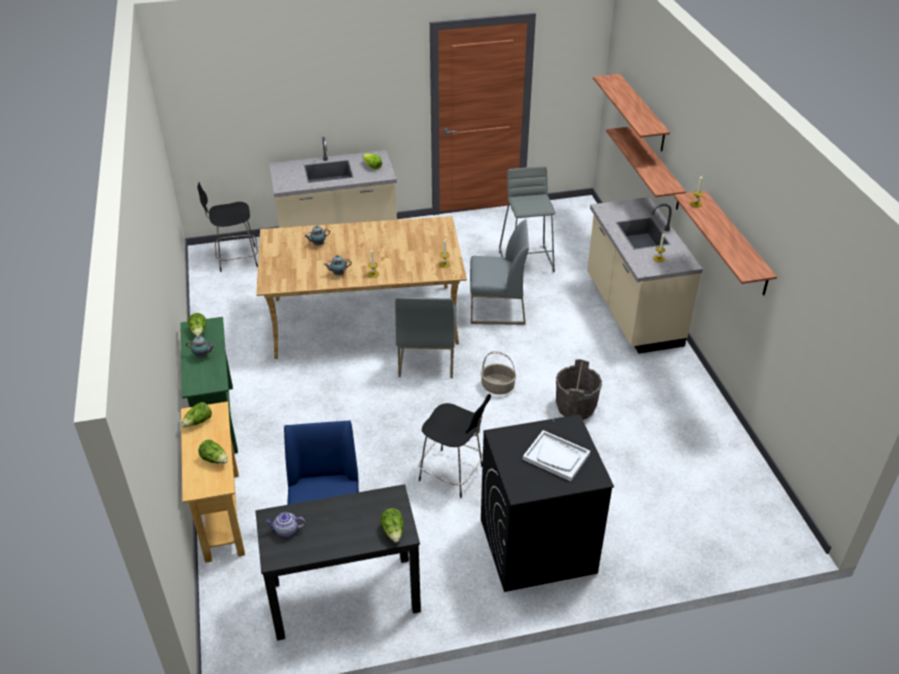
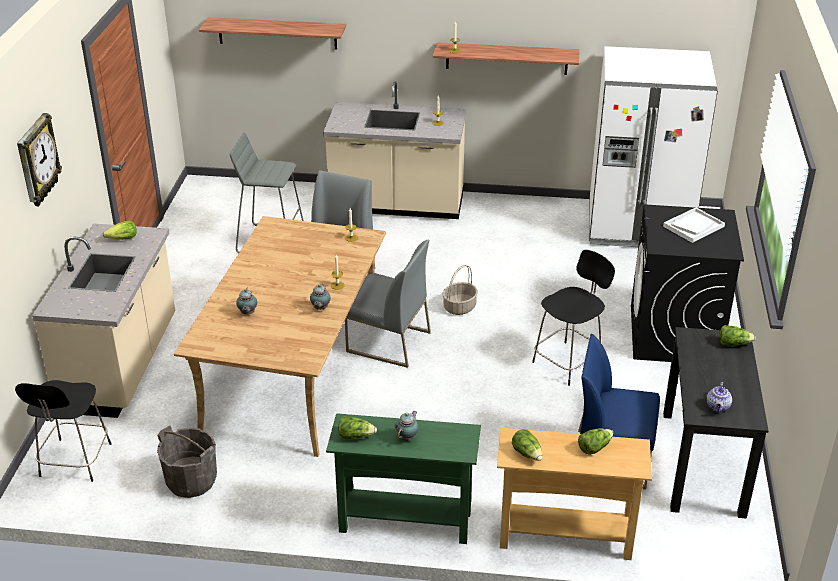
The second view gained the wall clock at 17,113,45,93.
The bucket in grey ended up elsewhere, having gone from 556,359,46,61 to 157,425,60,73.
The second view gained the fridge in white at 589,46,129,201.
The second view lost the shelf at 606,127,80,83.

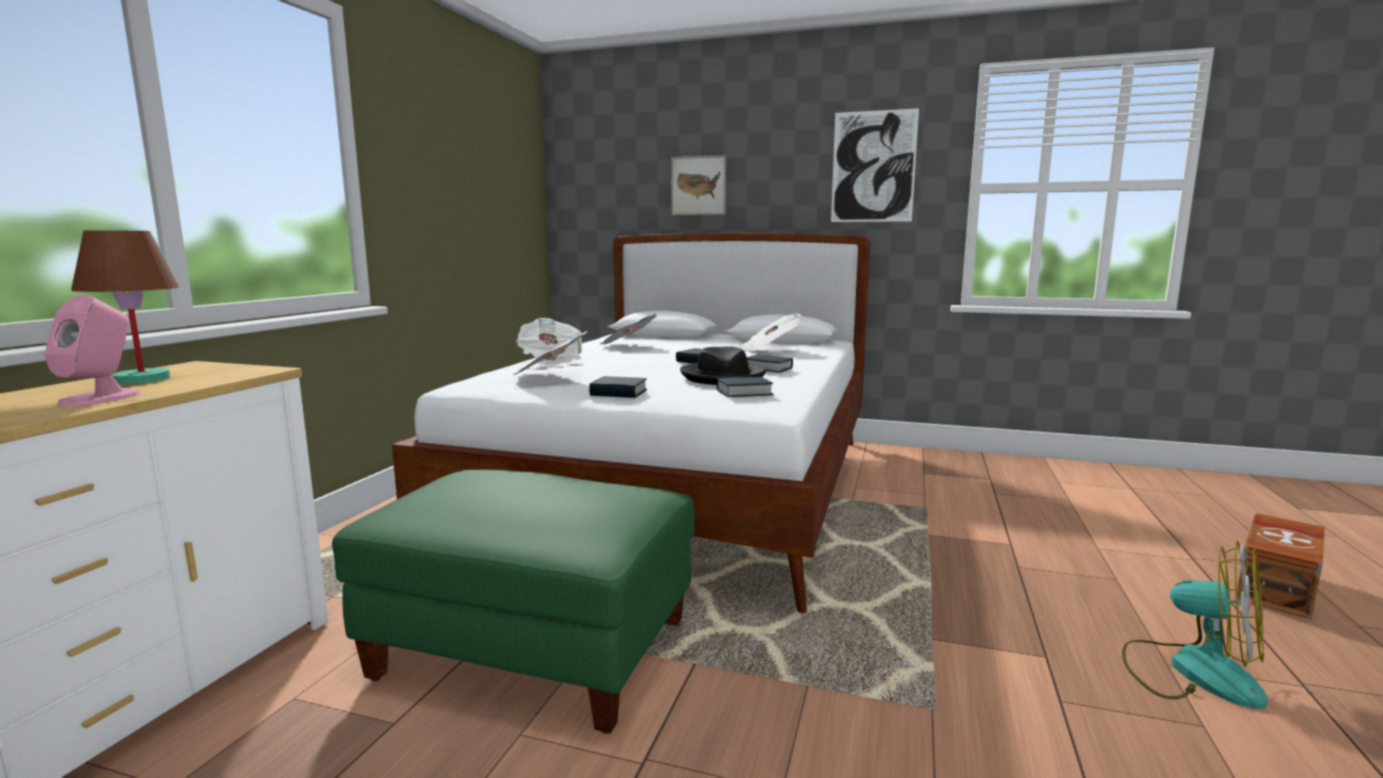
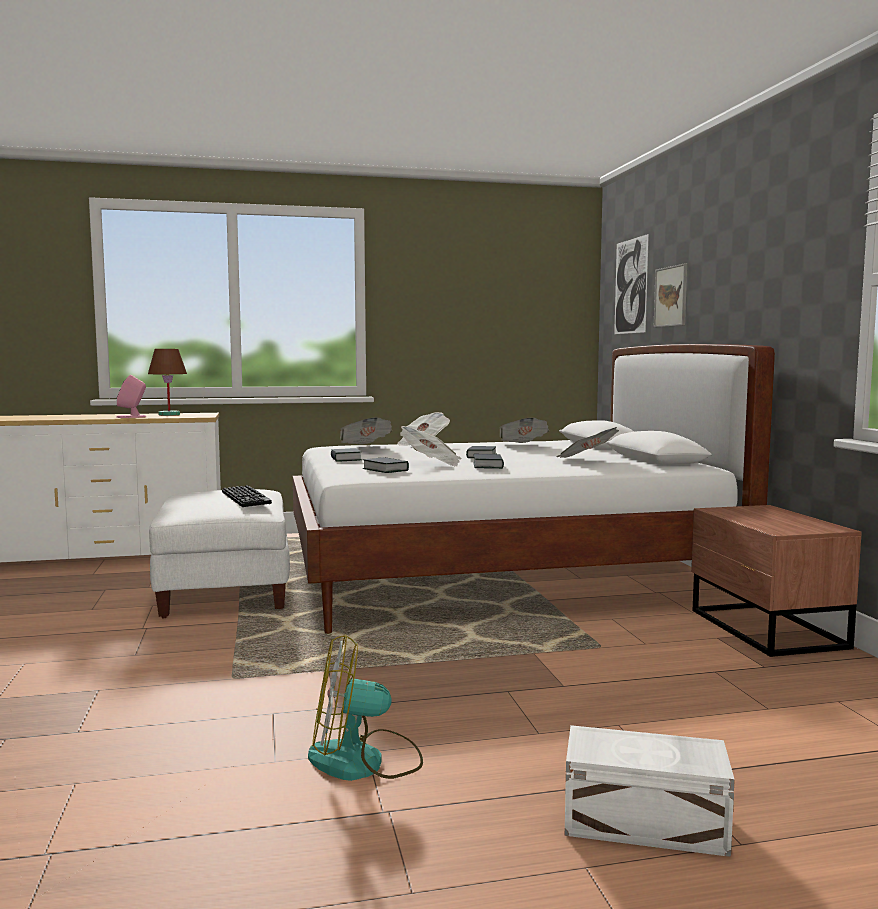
What was the ottoman in green at 332,469,363,265 turned into the ottoman in white at 149,489,141,129.
The second view gained the keyboard at 222,485,50,22.
The fan at 1122,541,146,168 ended up facing another way, 75 degrees clockwise from before.
Where the hat in black stood at 680,346,86,39, the newspaper came to stand at 400,426,61,41.
What was the storage box in brown at 1237,513,88,106 turned into the storage box in white at 565,725,170,132.
The picture ended up elsewhere, having gone from 831,108,88,114 to 614,234,35,100.
The second view gained the nightstand in brown at 691,505,171,152.

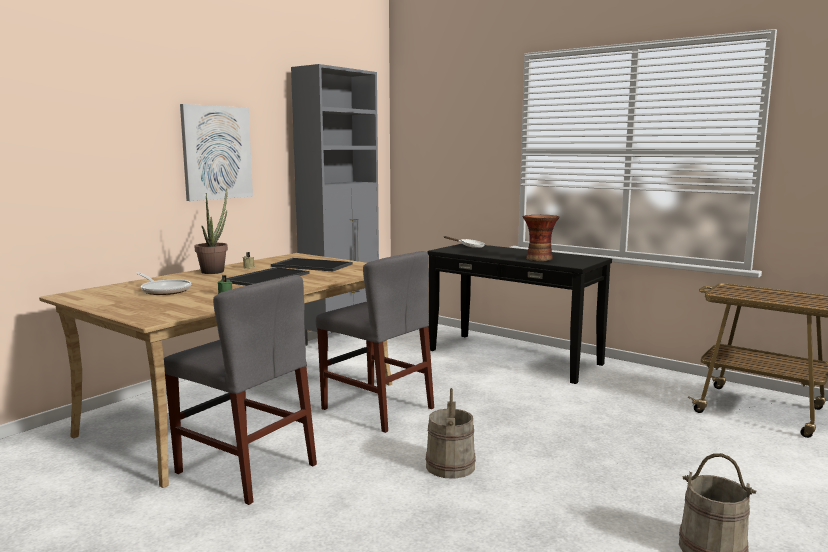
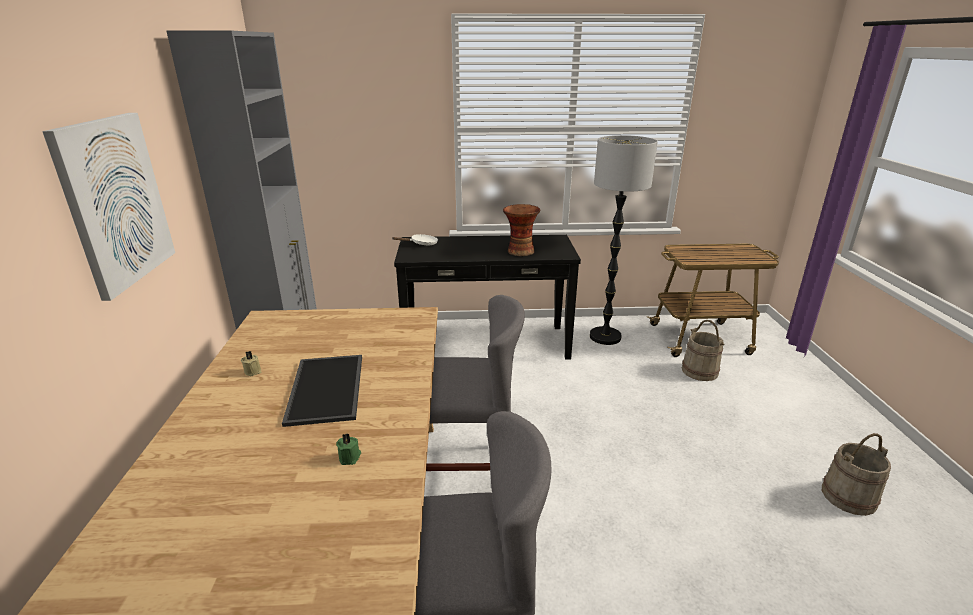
The second view gained the floor lamp at 590,135,68,210.
The bucket in beige ended up elsewhere, having gone from 426,388,50,91 to 682,320,42,61.
The second view lost the frying pan at 136,272,55,23.
The second view lost the potted plant at 195,188,33,86.
The second view lost the tray at 271,258,81,13.

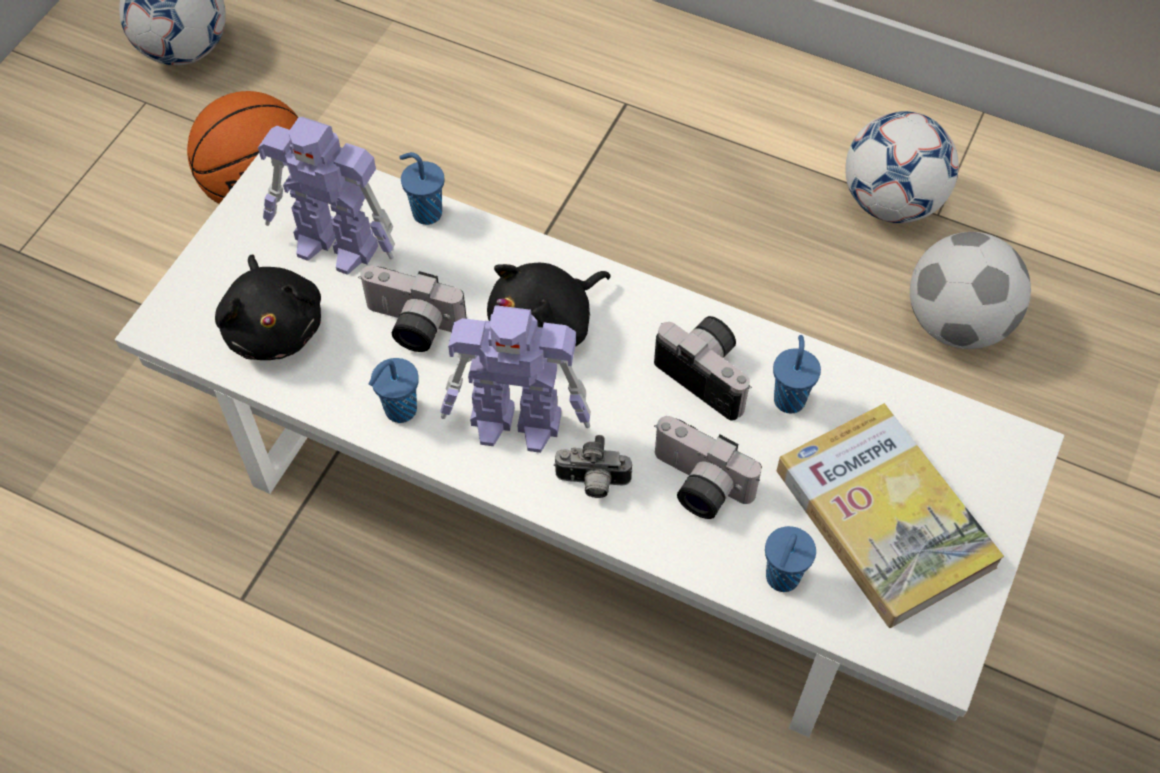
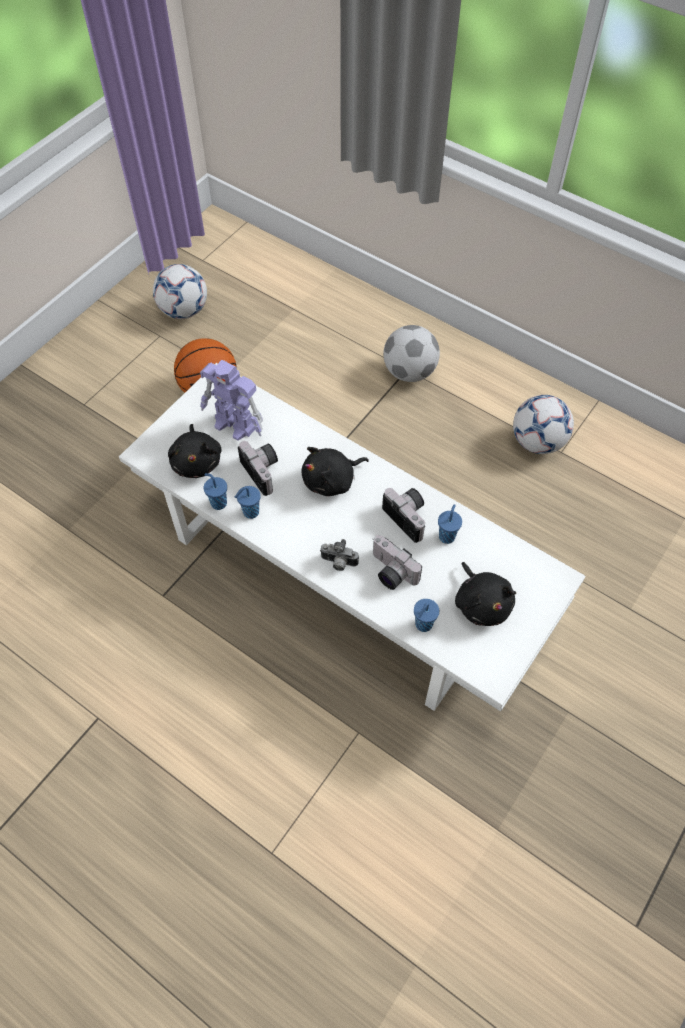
The cup in blue ended up elsewhere, having gone from 400,152,44,73 to 204,473,23,37.
The photo camera at 358,265,109,87 ended up facing another way, 150 degrees counterclockwise from before.
The football ended up elsewhere, having gone from 910,232,121,117 to 383,325,57,57.
Where the book stood at 776,403,228,225, the plush toy in black came to stand at 455,562,61,64.
The second view lost the toy robot at 440,305,151,148.

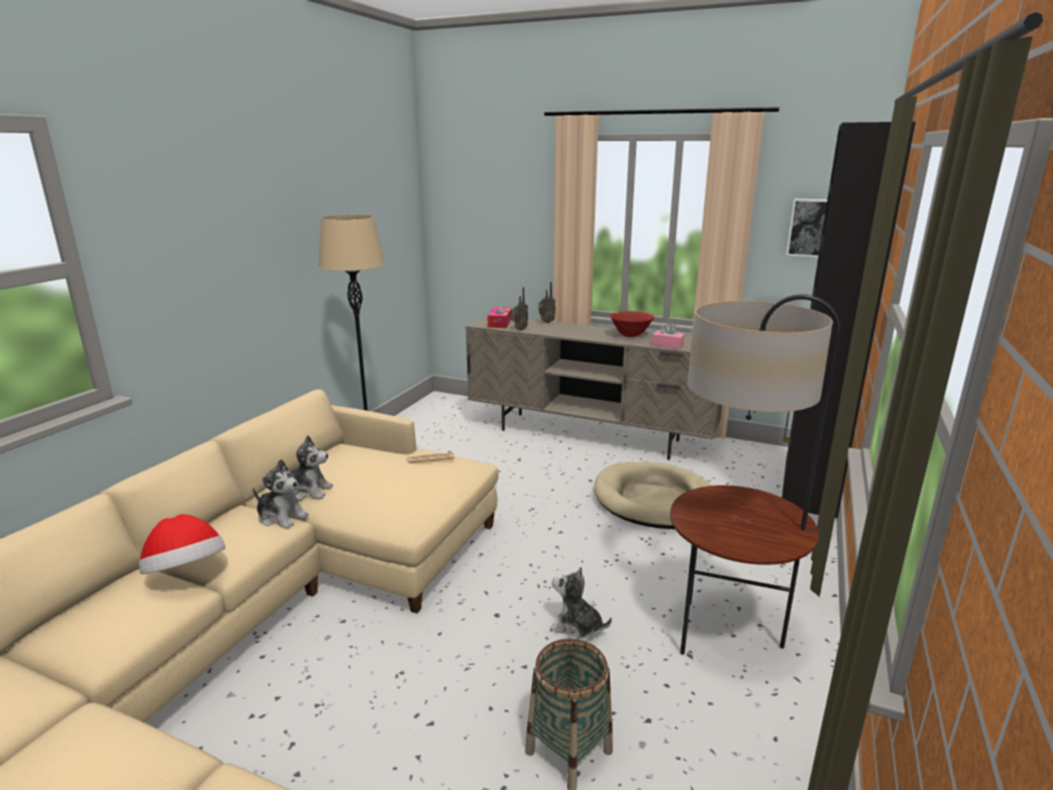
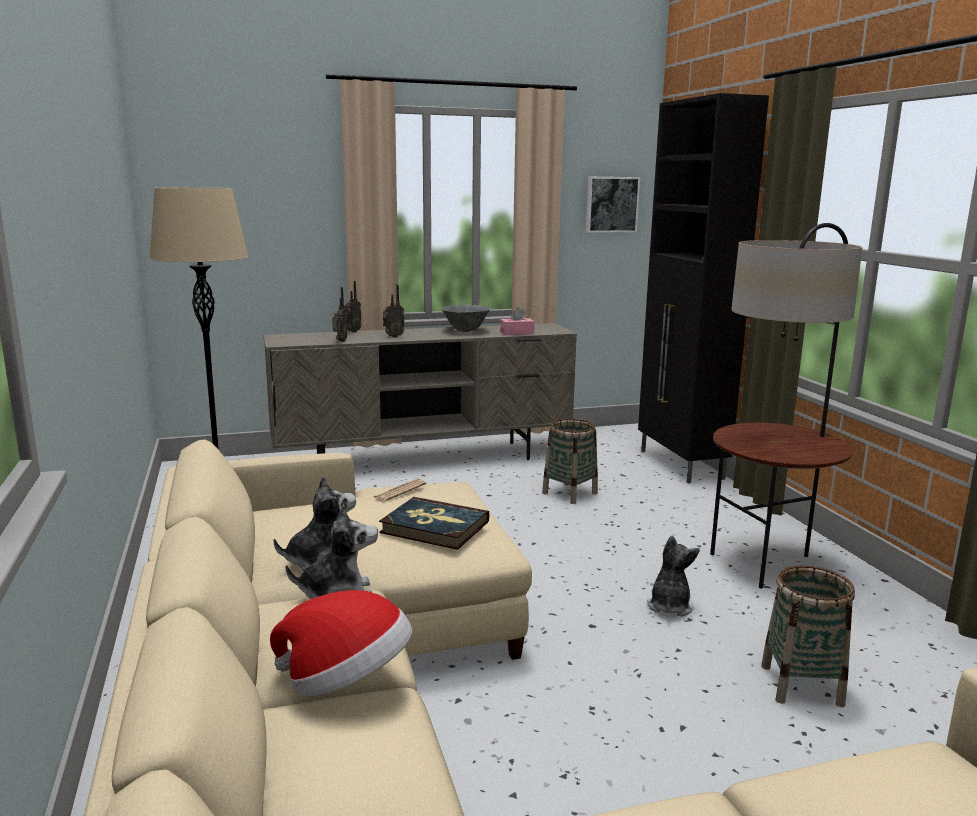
The second view gained the book at 379,497,110,53.
The second view gained the radio at 383,285,22,53.
What was the bowl in red at 610,311,44,26 turned into the bowl in grey at 441,305,50,27.
Where the dog bed in beige stood at 594,462,118,67, the basket came to stand at 542,419,56,85.
The plush toy at 550,567,62,75 ended up facing another way, 120 degrees clockwise from before.
The second view lost the tissue box at 487,307,25,21.

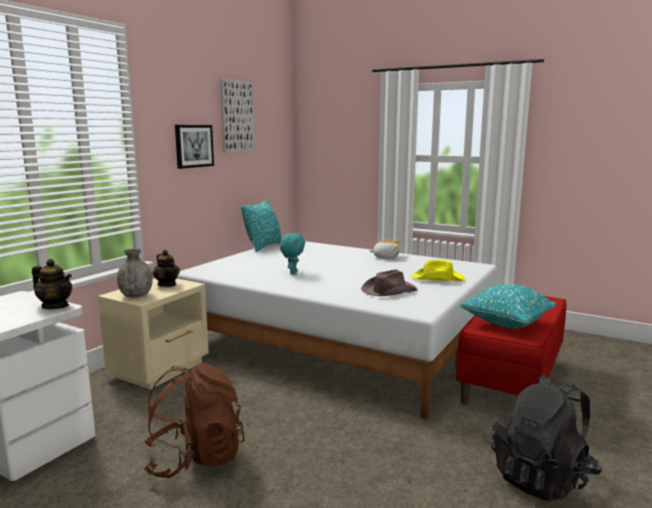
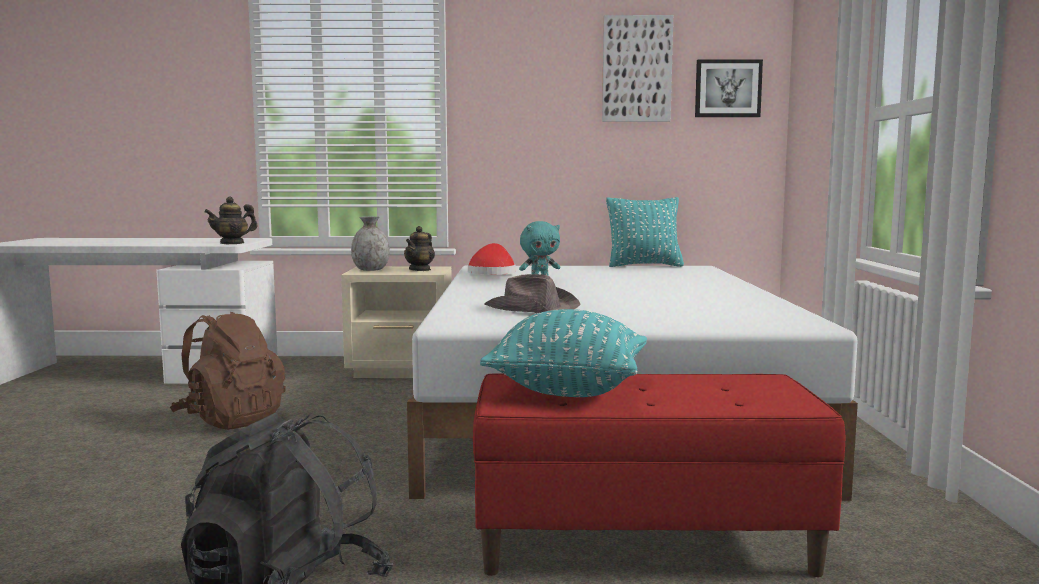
The teapot at 32,259,40,50 ended up facing another way, 60 degrees clockwise from before.
The second view gained the hat in red at 468,243,48,32.
The picture ended up elsewhere, having gone from 175,125,39,44 to 695,59,68,58.
The second view lost the plush toy at 370,240,29,19.
The second view lost the hat in yellow at 411,260,54,21.

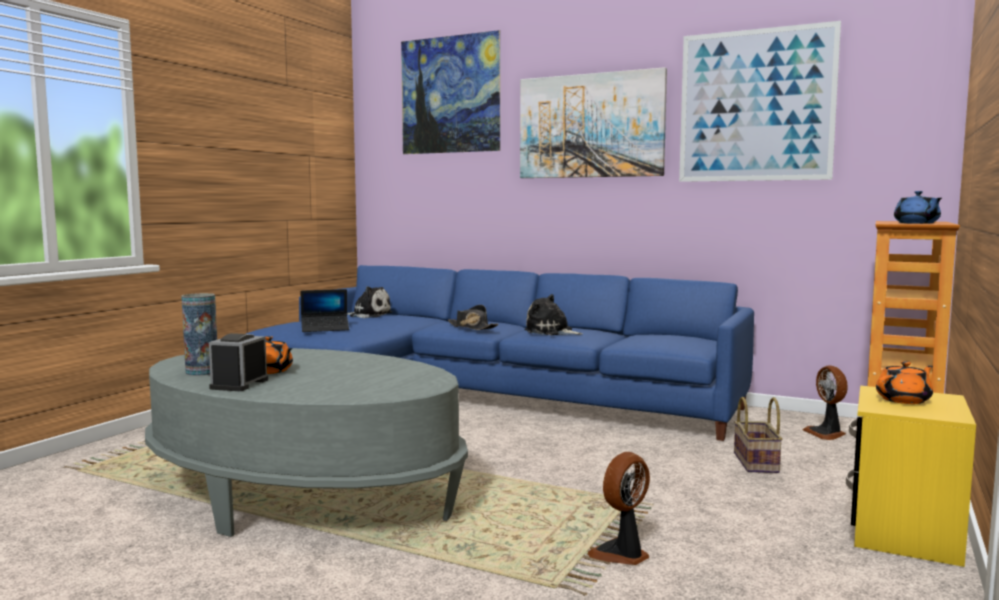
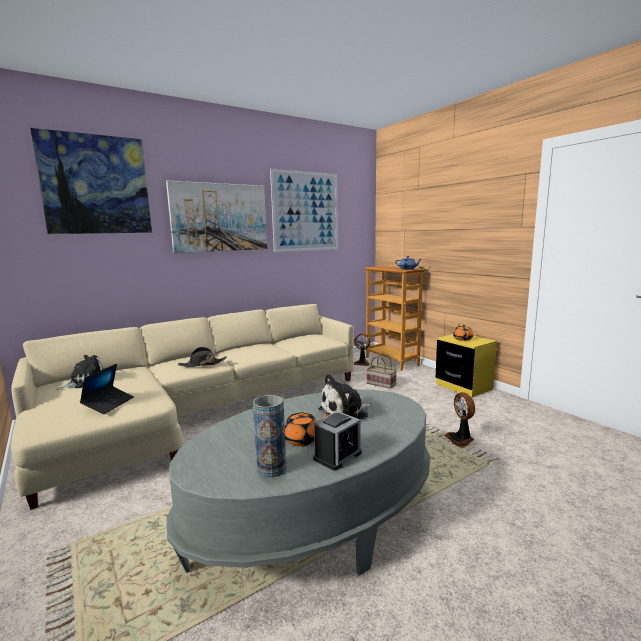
What was the sofa in blue at 246,265,508,176 turned into the sofa in beige at 11,304,343,206.
The alarm clock at 209,333,59,58 ended up facing another way, 90 degrees counterclockwise from before.
The plush toy ended up elsewhere, having gone from 524,294,59,41 to 319,374,53,46.

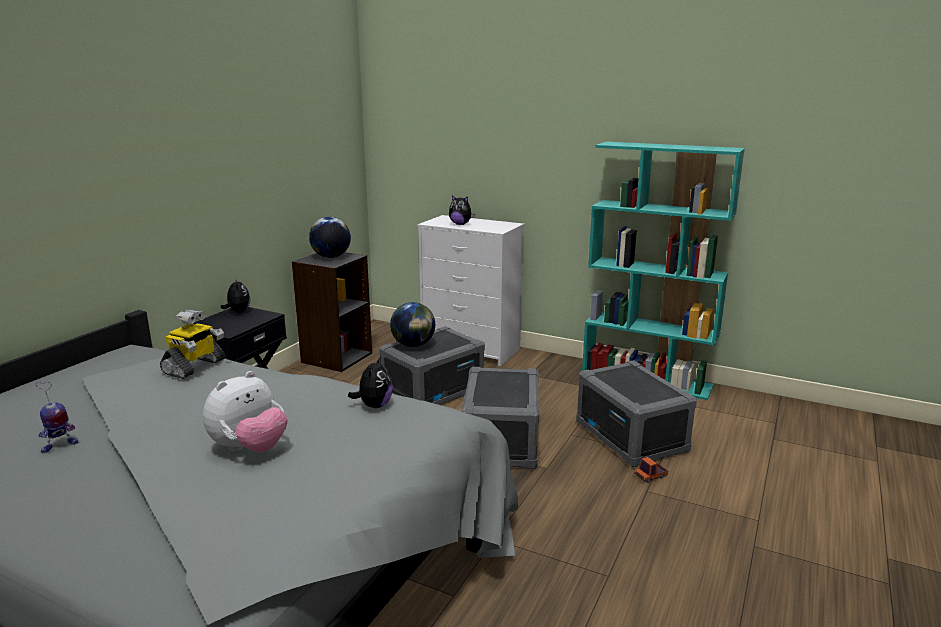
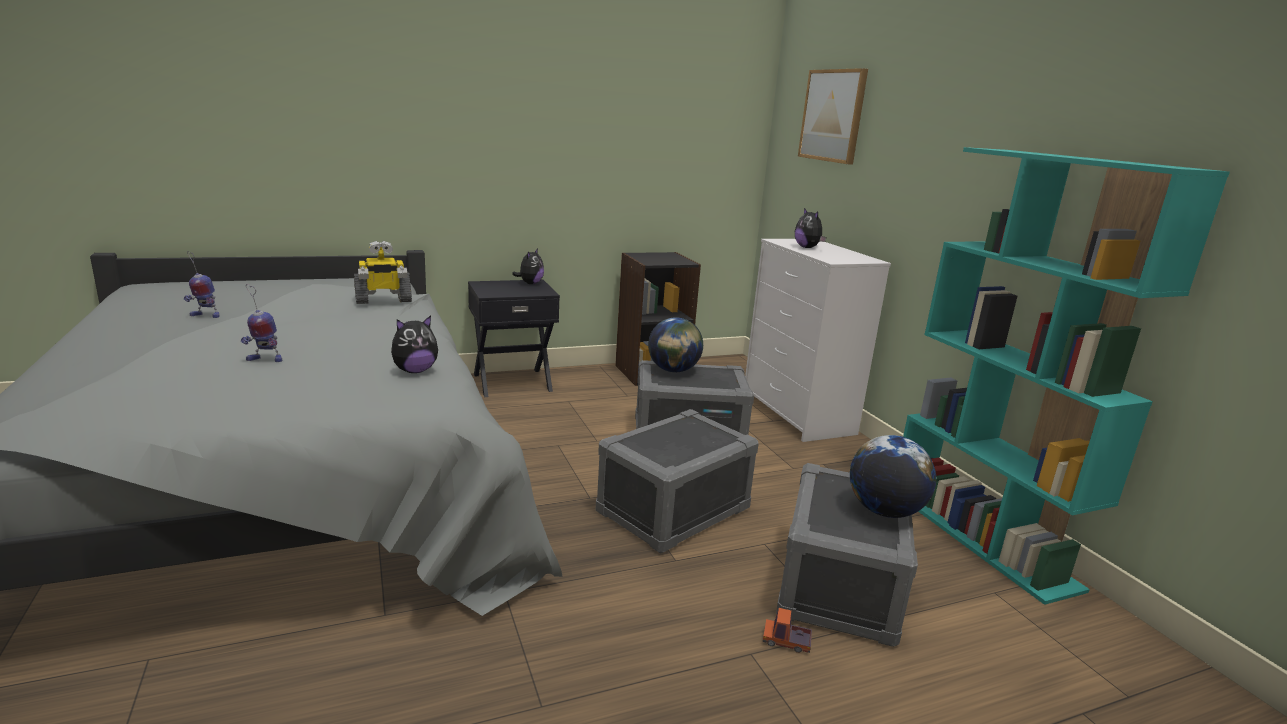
Where the plush toy stood at 203,371,84,81, the toy robot came to stand at 241,284,41,78.
The second view gained the picture at 798,68,70,97.
The globe ended up elsewhere, having gone from 309,217,42,41 to 850,435,86,83.

